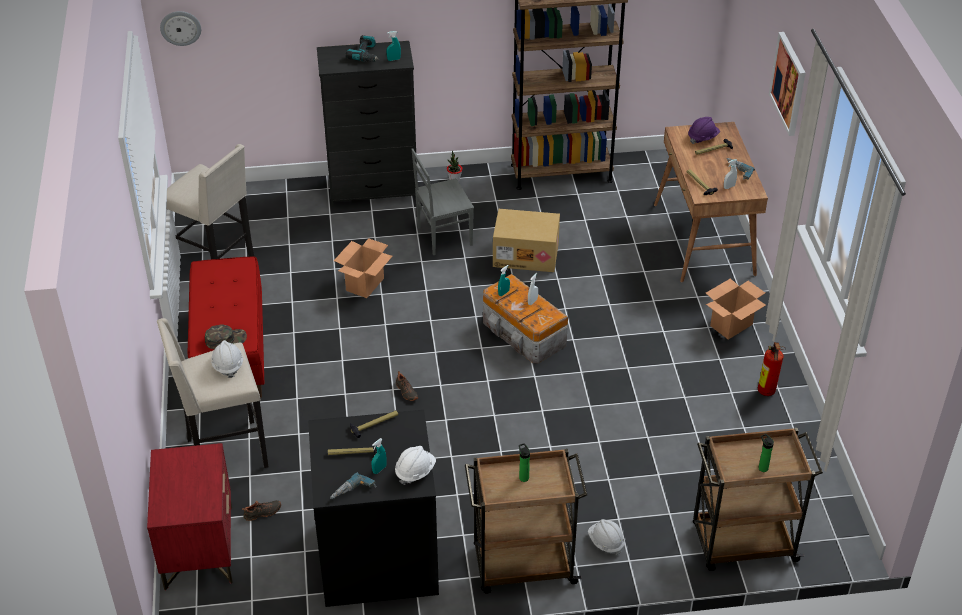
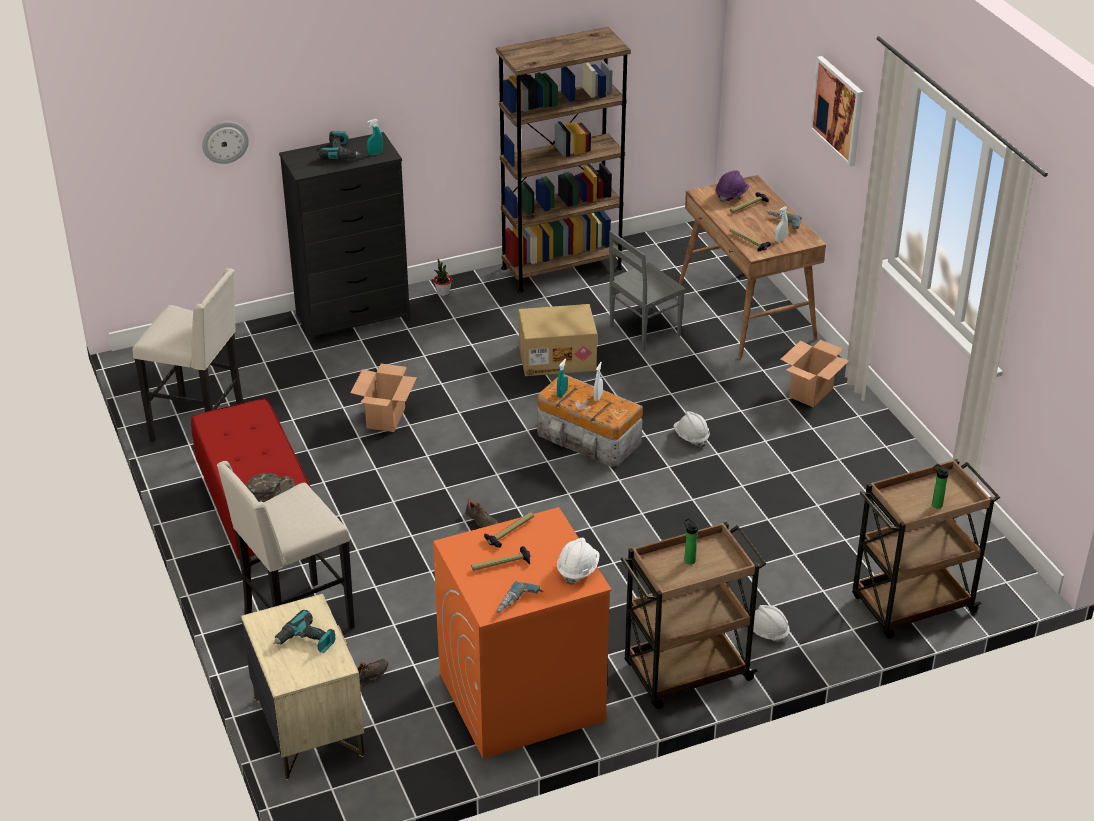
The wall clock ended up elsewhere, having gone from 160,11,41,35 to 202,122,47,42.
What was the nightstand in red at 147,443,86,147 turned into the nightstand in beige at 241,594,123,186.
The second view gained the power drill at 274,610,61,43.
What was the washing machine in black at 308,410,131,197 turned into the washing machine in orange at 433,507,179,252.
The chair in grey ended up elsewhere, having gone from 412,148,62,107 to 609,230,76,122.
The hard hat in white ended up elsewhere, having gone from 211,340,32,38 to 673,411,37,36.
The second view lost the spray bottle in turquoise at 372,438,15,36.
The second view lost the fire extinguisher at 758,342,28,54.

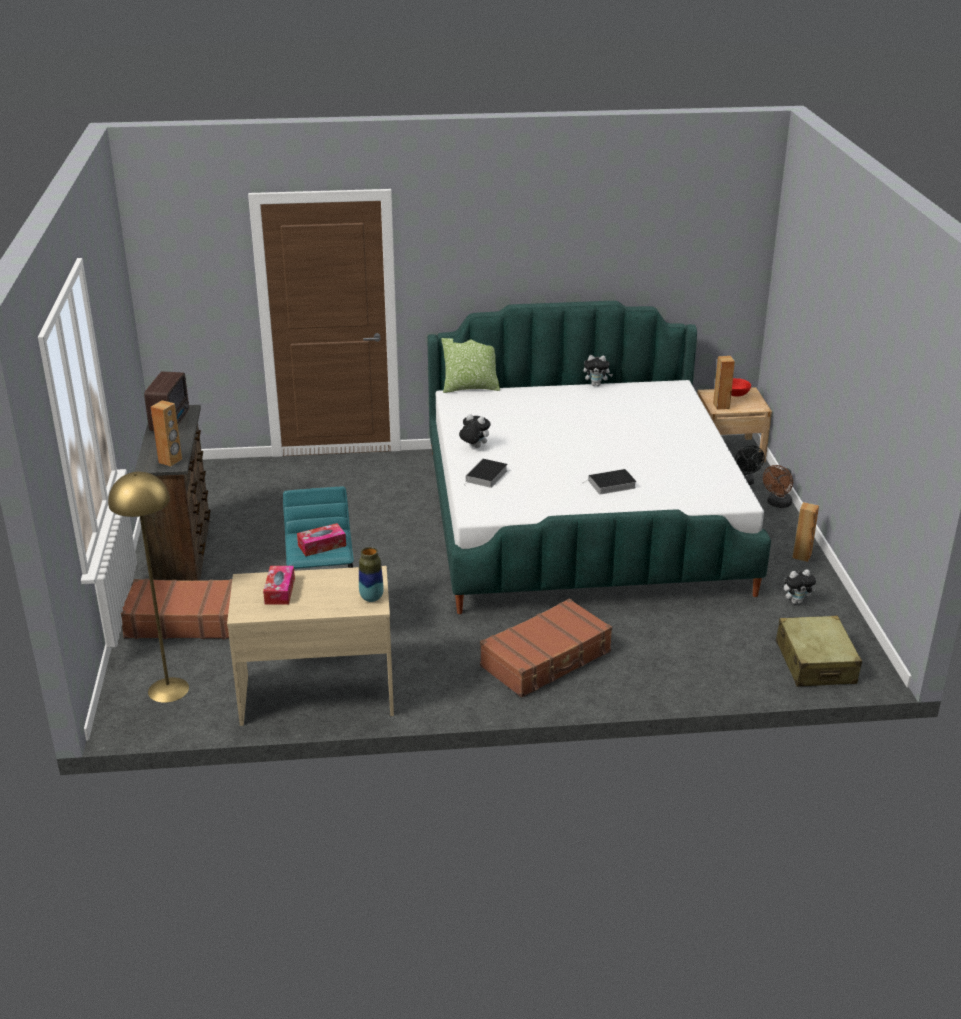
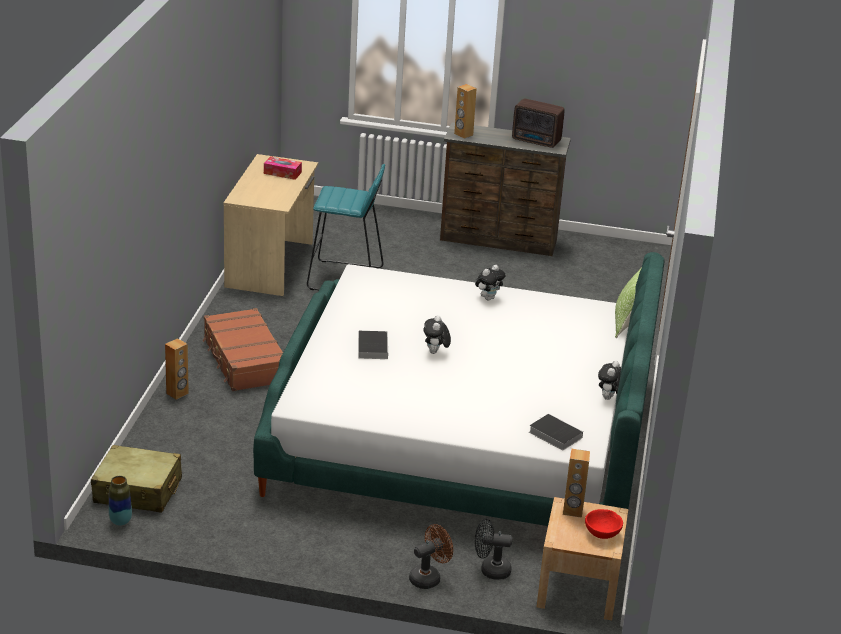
The vase ended up elsewhere, having gone from 359,547,25,55 to 109,476,23,50.
The speaker in brown ended up elsewhere, having gone from 793,502,26,60 to 165,338,24,62.
The fan in brown at 763,465,30,43 ended up facing another way, 90 degrees clockwise from before.
The plush toy ended up elsewhere, having gone from 784,570,32,34 to 423,315,28,39.
The book ended up elsewhere, having gone from 464,459,44,29 to 529,414,54,37.
The second view lost the floor lamp in yellow at 108,472,81,231.
The second view lost the suitcase in brown at 121,579,111,60.
The second view lost the tissue box at 297,523,49,33.

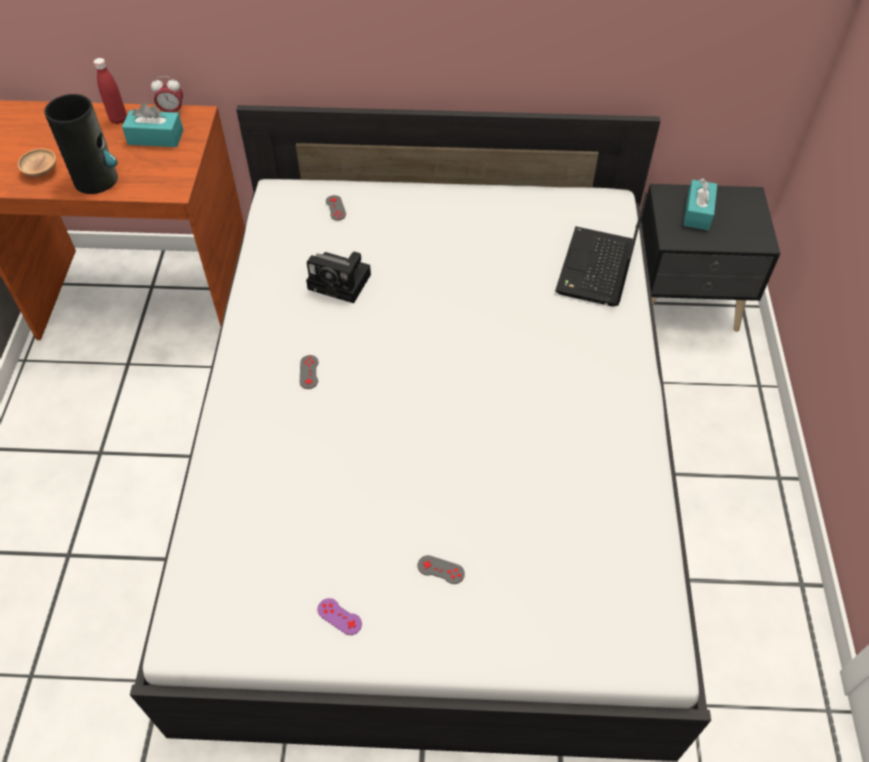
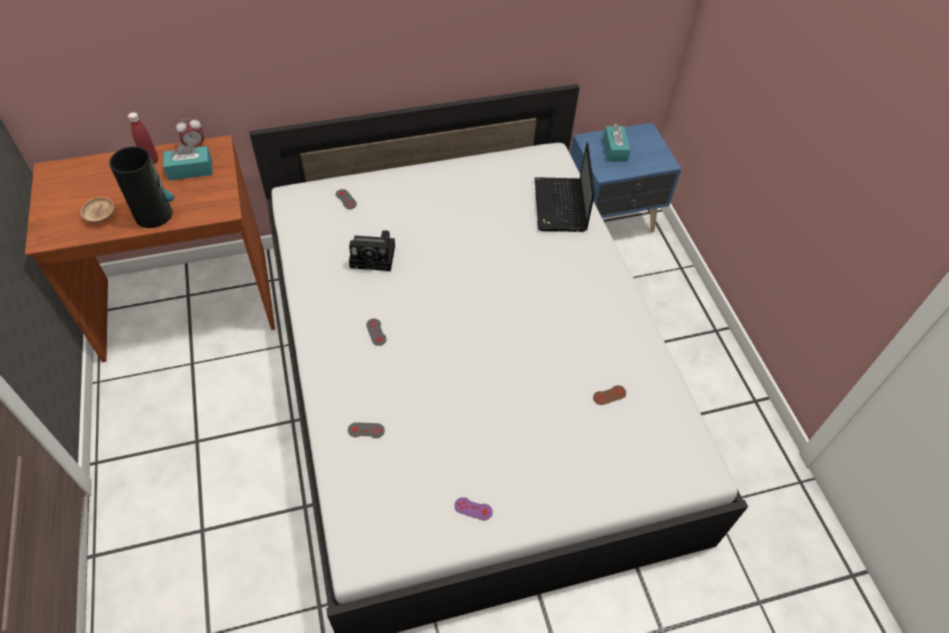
The game controller in grey ended up elsewhere, having gone from 417,555,48,29 to 348,422,37,16.
What was the nightstand in black at 641,184,140,148 turned into the nightstand in blue at 570,123,111,109.
The second view gained the game controller in brown at 593,385,33,20.

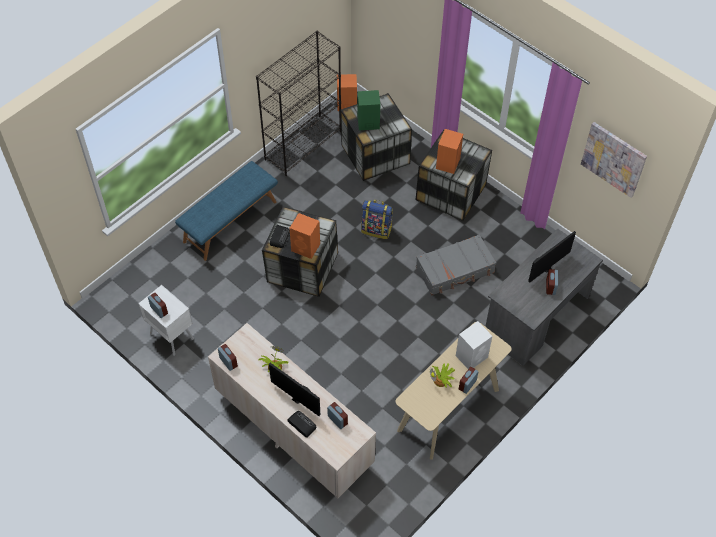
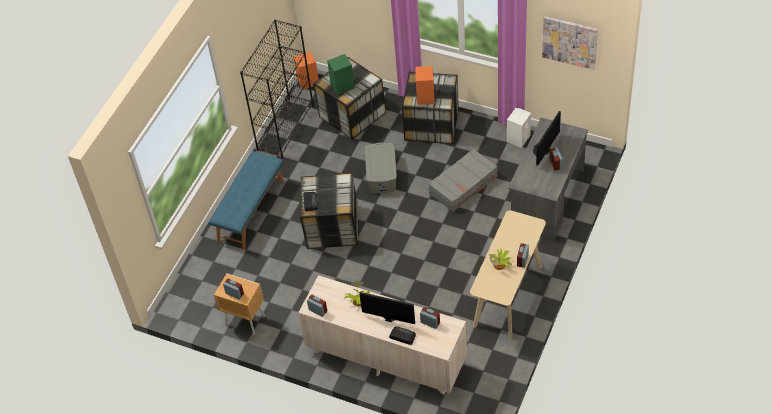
What was the nightstand in white at 138,285,56,71 turned into the nightstand in brown at 214,273,51,62.
Where the backpack stood at 361,200,32,39, the storage box in grey came to stand at 365,142,32,51.
The speaker in white ended up elsewhere, having gone from 456,321,36,48 to 507,108,24,40.
The second view lost the speaker in orange at 290,213,30,46.

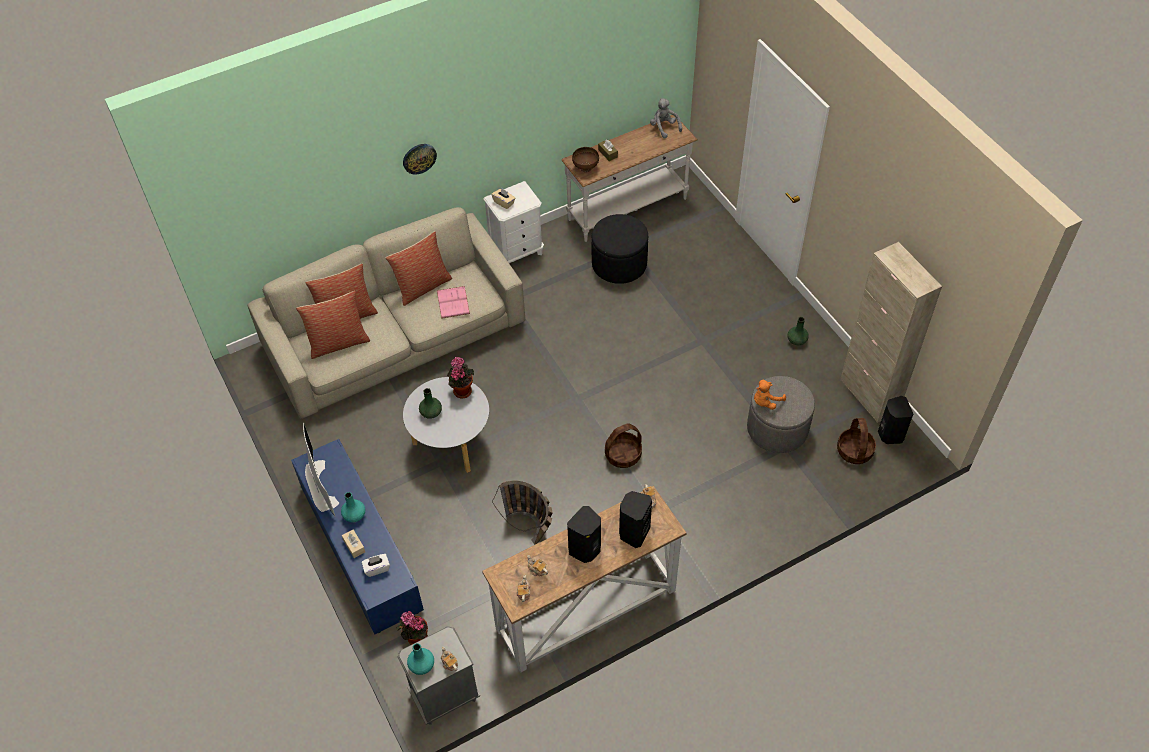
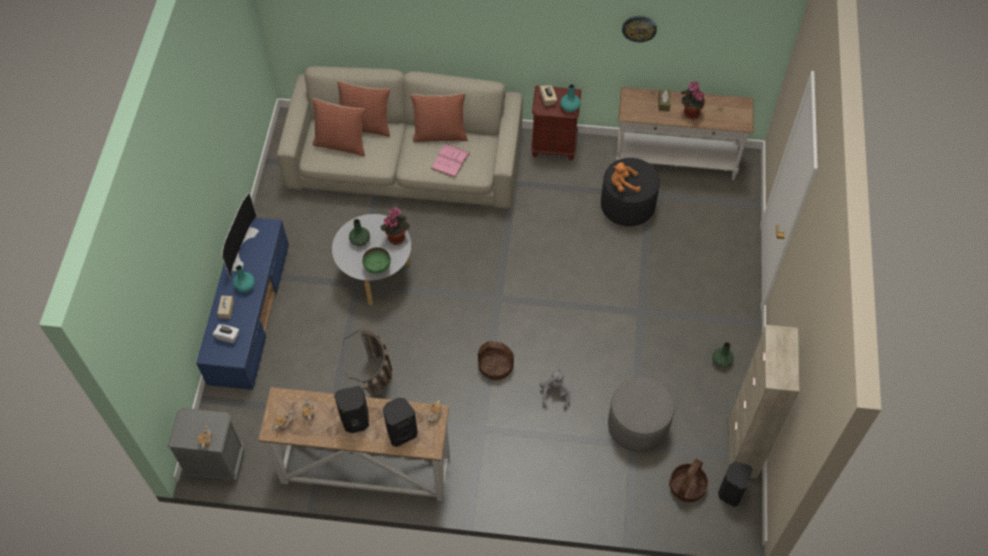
The second view gained the bowl in green at 362,247,29,27.
What was the nightstand in white at 483,181,61,82 turned into the nightstand in brown at 531,86,50,75.
The plush toy in grey ended up elsewhere, having gone from 650,98,32,41 to 540,369,30,40.
The vase in turquoise ended up elsewhere, having gone from 407,643,27,32 to 560,84,21,28.
The plush toy in orange ended up elsewhere, having gone from 754,380,32,30 to 611,162,30,30.
The wall clock ended up elsewhere, having gone from 403,144,34,31 to 622,16,35,26.
The potted plant ended up elsewhere, having gone from 396,611,32,34 to 681,81,24,39.
The second view lost the bowl in brown at 572,147,27,25.

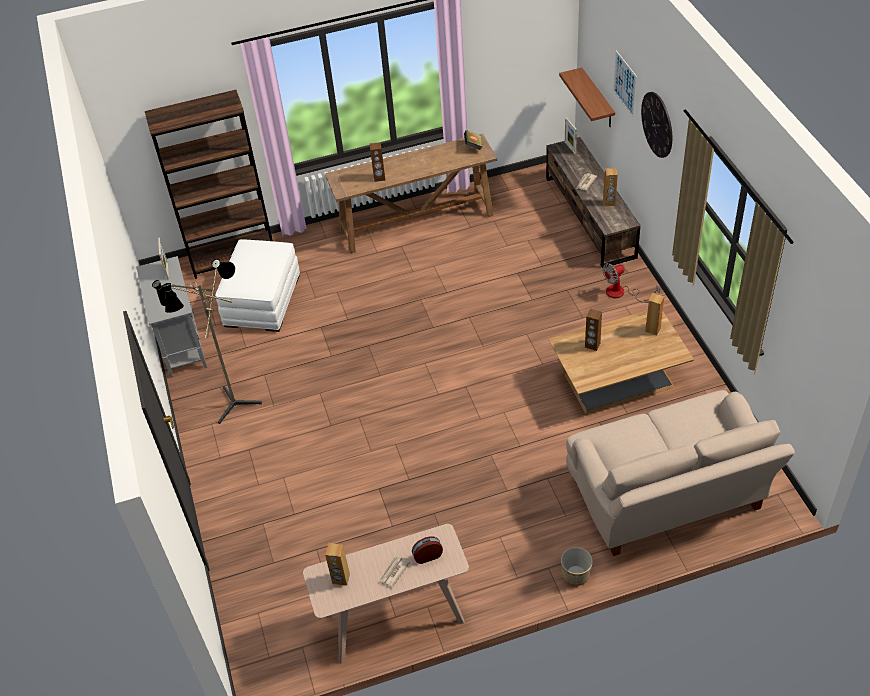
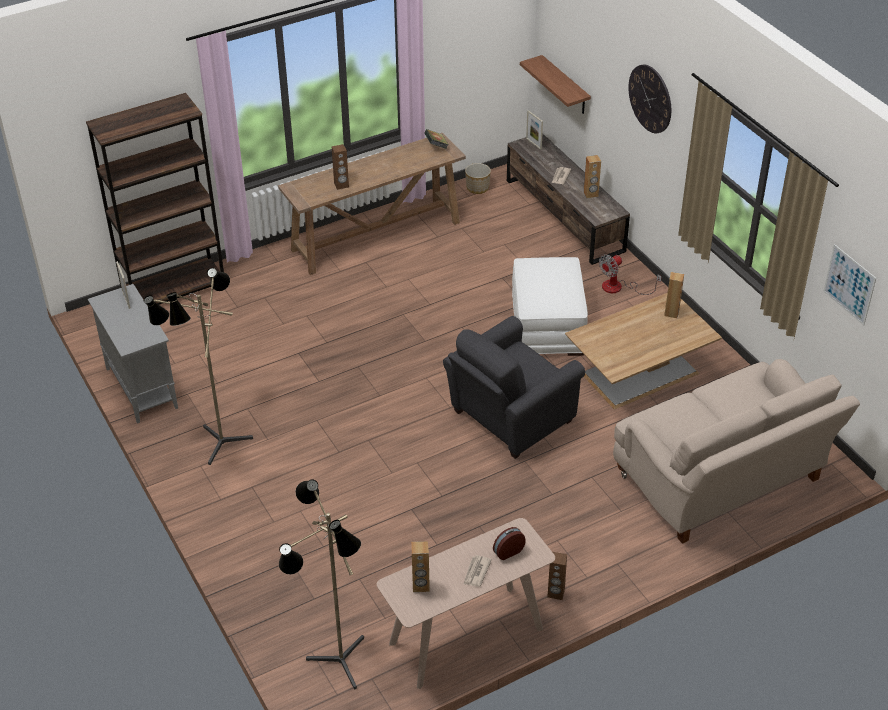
The second view gained the floor lamp at 279,480,85,210.
The second view gained the armchair in grey at 443,316,142,143.
The planter ended up elsewhere, having gone from 561,547,32,39 to 465,163,26,31.
The ottoman in white ended up elsewhere, having gone from 215,239,85,93 to 512,257,76,99.
The speaker in brown ended up elsewhere, having gone from 585,309,17,42 to 547,552,20,48.
The picture ended up elsewhere, having gone from 613,50,24,67 to 824,244,52,81.

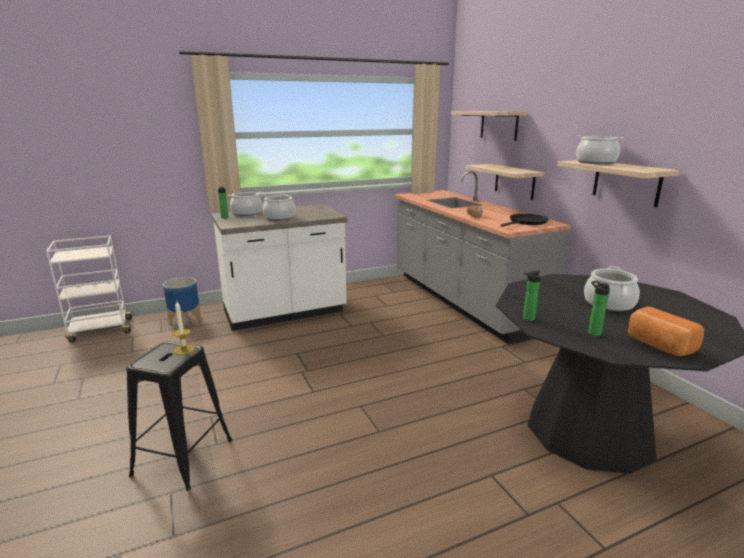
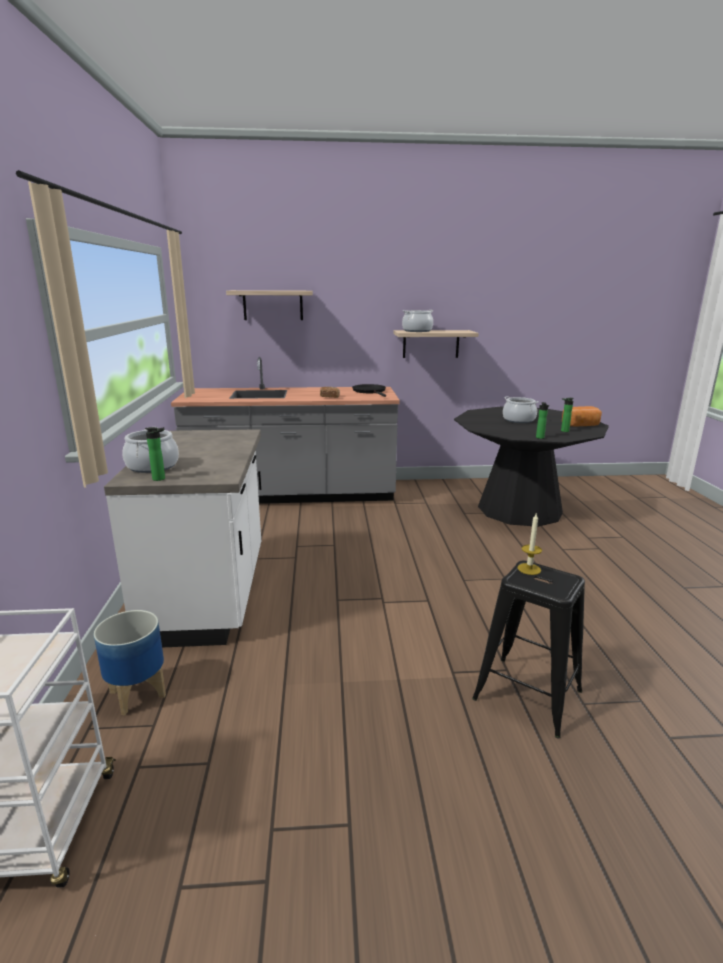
The second view lost the cooking pot at 263,194,33,27.
The second view lost the shelf at 465,164,79,36.

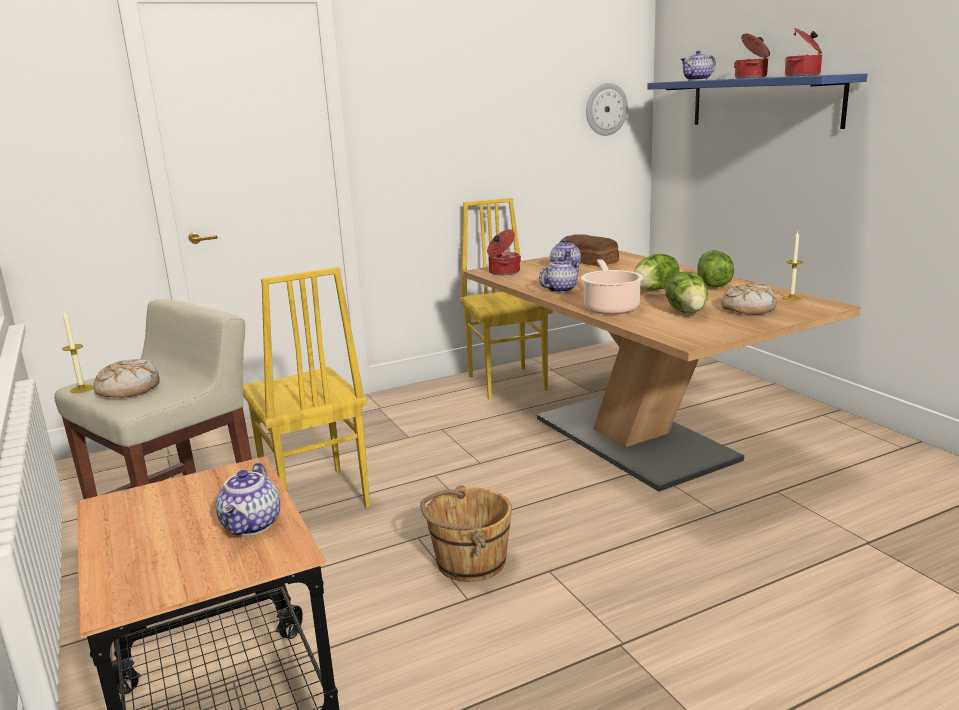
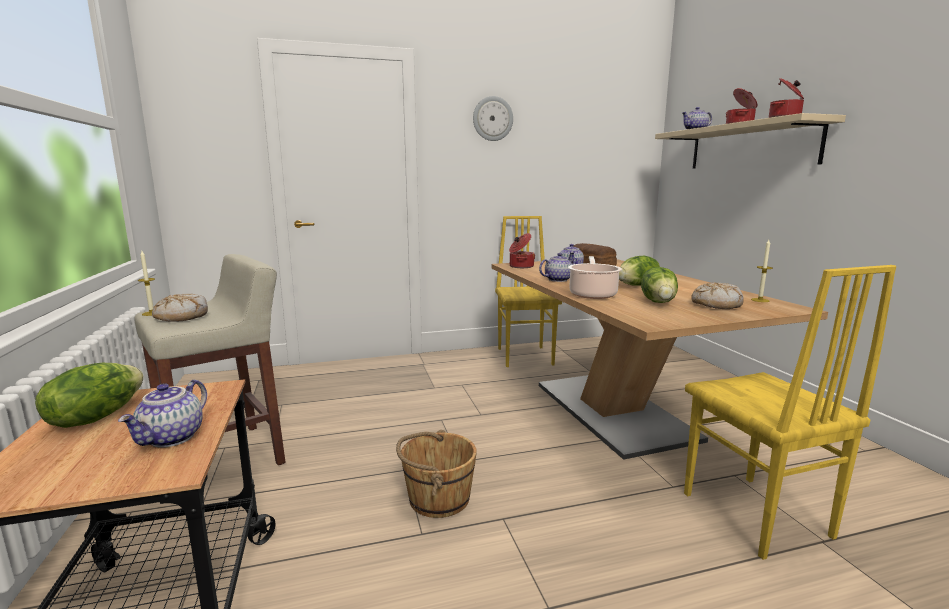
The lettuce ended up elsewhere, having gone from 697,250,37,37 to 35,363,109,65.
The wall clock ended up elsewhere, having gone from 586,83,42,53 to 473,96,40,45.
What was the shelf in blue at 647,73,220,56 turned into the shelf in beige at 655,113,191,56.
The chair in yellow ended up elsewhere, having gone from 243,267,127,241 to 684,265,213,295.

